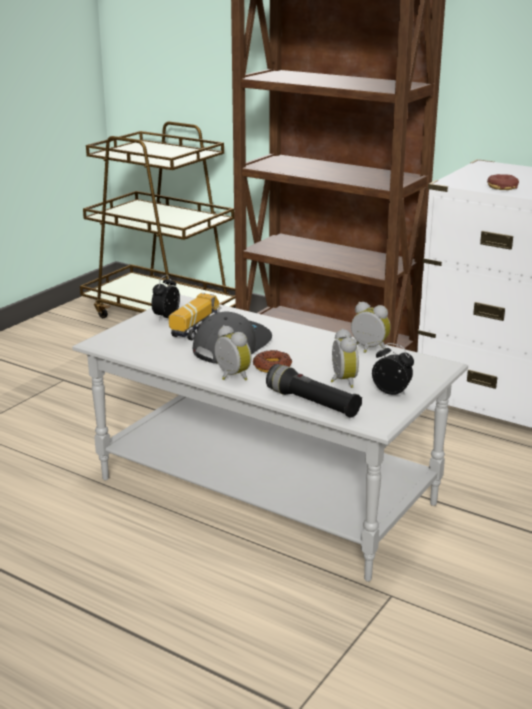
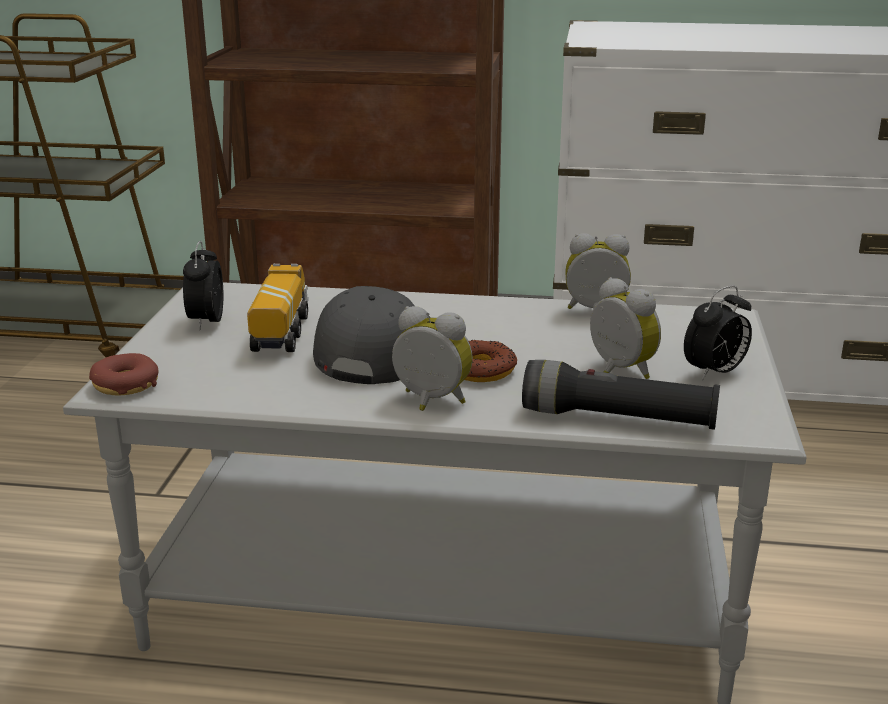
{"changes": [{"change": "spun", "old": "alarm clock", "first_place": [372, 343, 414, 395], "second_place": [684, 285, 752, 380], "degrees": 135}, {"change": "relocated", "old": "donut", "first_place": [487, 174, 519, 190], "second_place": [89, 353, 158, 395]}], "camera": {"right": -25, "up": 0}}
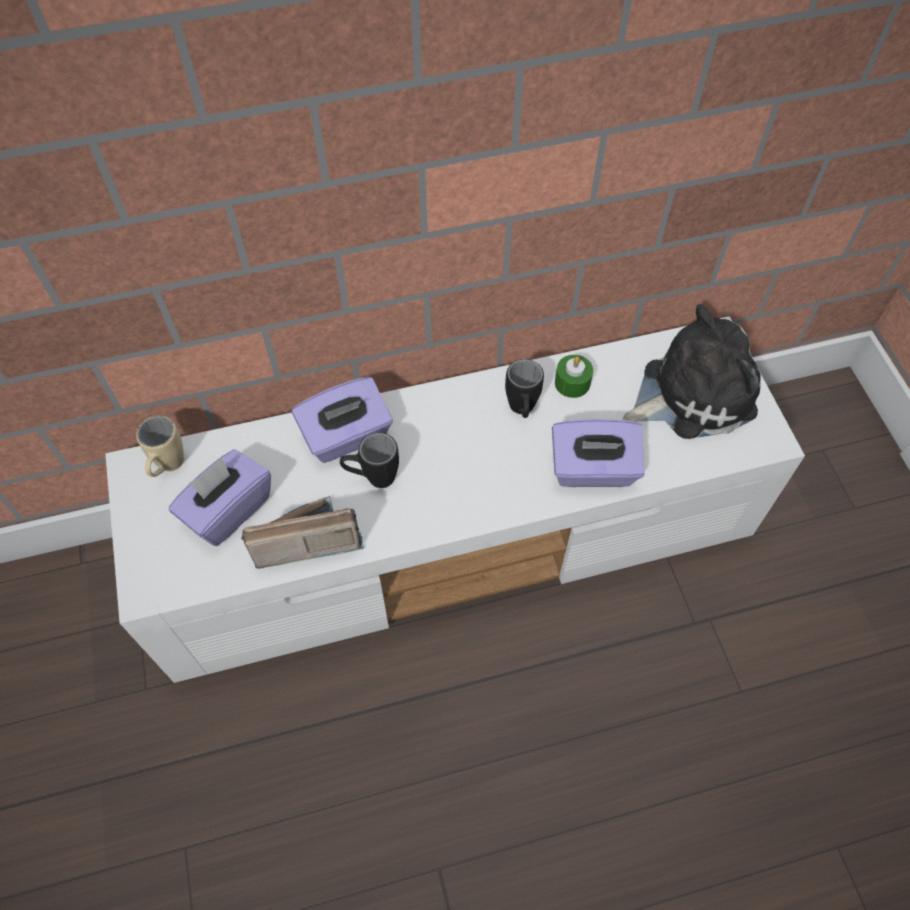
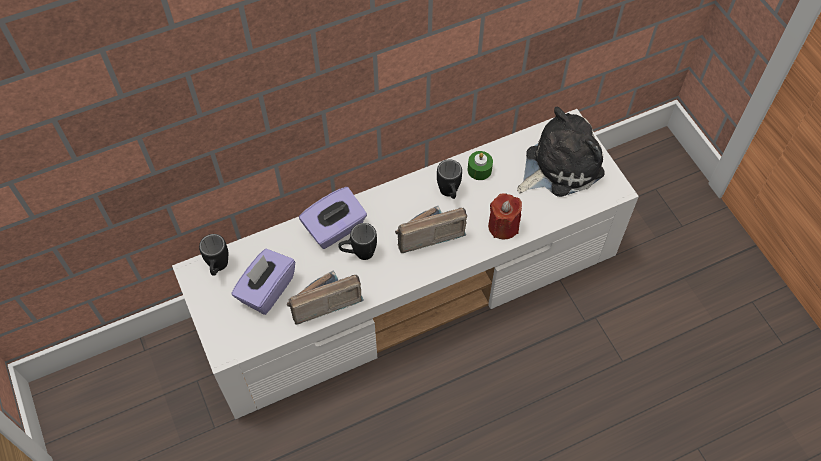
{"changes": [{"change": "colour", "old": "beige mug", "new": "black mug", "first_place": [136, 416, 184, 477], "second_place": [199, 234, 228, 276]}, {"change": "exchanged", "old": "purple tissue box", "new": "red candle", "first_place": [552, 419, 645, 487], "second_place": [488, 193, 522, 239]}, {"change": "appeared", "new": "radio", "second_place": [395, 206, 467, 253]}], "camera": {"right": -10, "up": 0}}
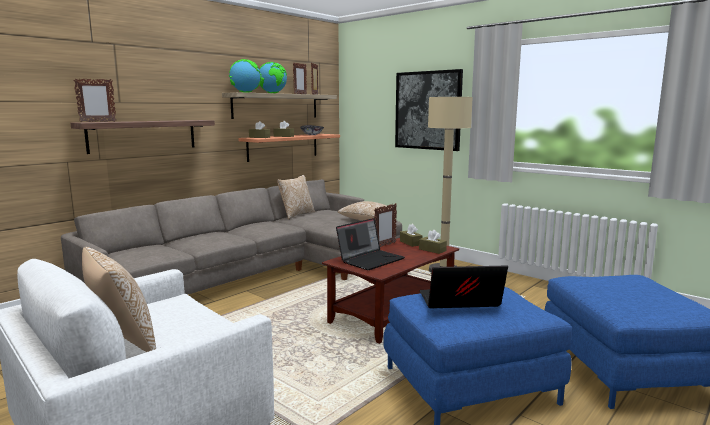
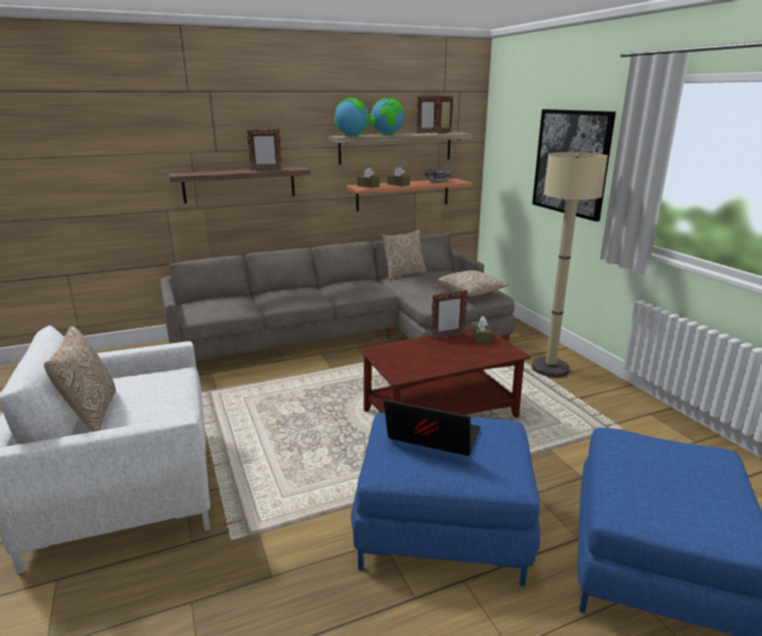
{"changes": [{"change": "relocated", "old": "picture frame", "first_place": [73, 78, 116, 122], "second_place": [246, 129, 282, 170]}, {"change": "missing", "old": "laptop", "first_place": [336, 218, 405, 270]}, {"change": "missing", "old": "brown tissue box", "first_place": [419, 230, 447, 254]}], "camera": {"right": 25, "up": 10}}
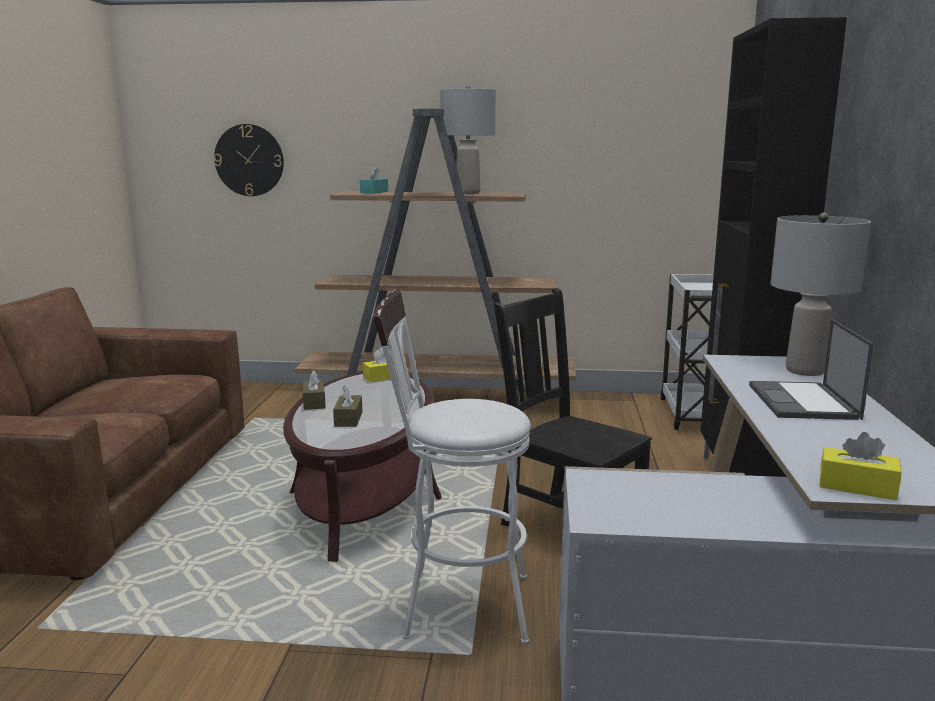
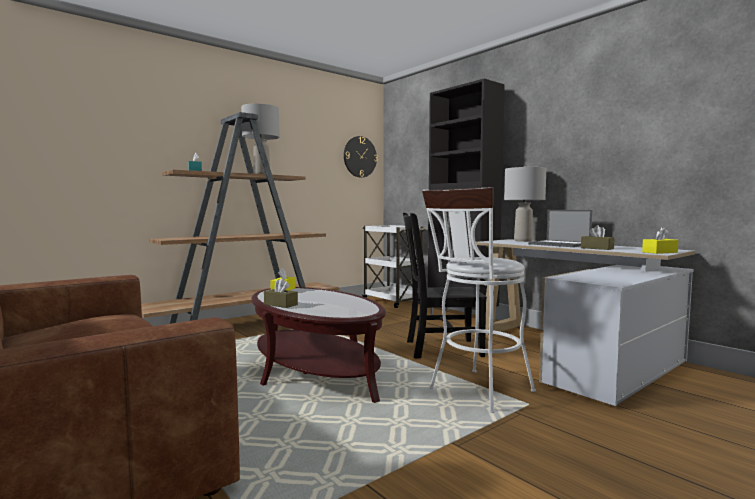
{"changes": [{"change": "relocated", "old": "wall clock", "first_place": [214, 124, 284, 196], "second_place": [344, 136, 378, 177]}, {"change": "relocated", "old": "brown tissue box", "first_place": [333, 385, 362, 427], "second_place": [581, 225, 615, 250]}], "camera": {"right": -45, "up": -10}}
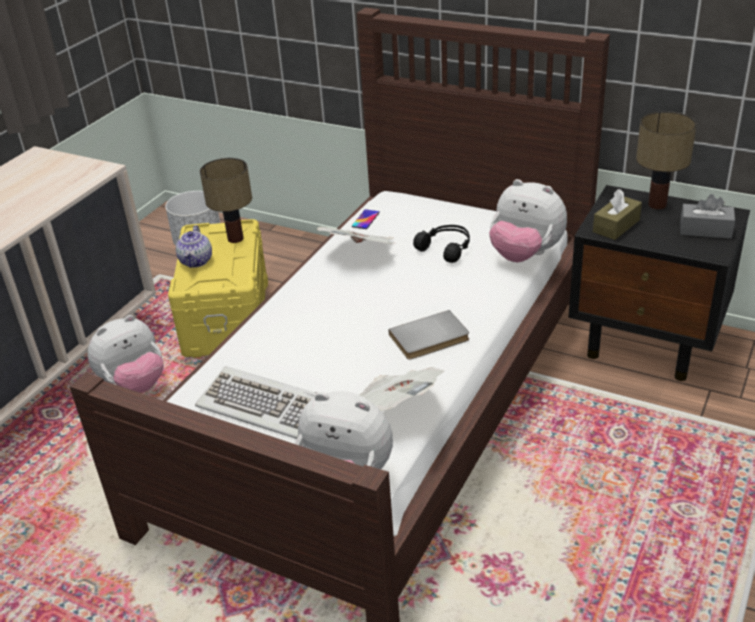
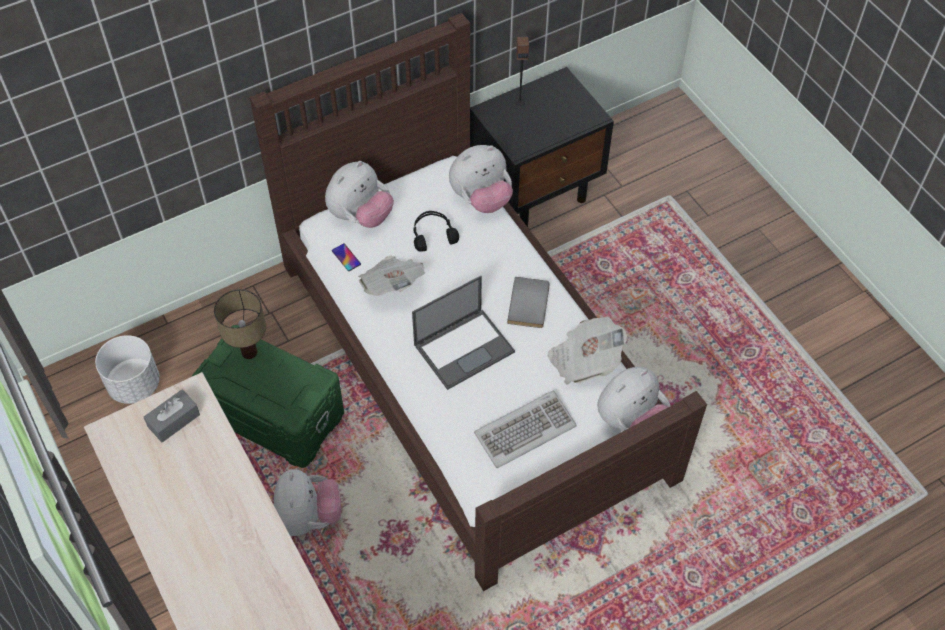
{"changes": [{"change": "colour", "old": "yellow storage box", "new": "green storage box", "first_place": [168, 219, 268, 358], "second_place": [191, 325, 344, 468]}, {"change": "missing", "old": "teapot", "first_place": [176, 225, 212, 268]}, {"change": "missing", "old": "brown tissue box", "first_place": [593, 189, 642, 240]}, {"change": "exchanged", "old": "table lamp", "new": "speaker", "first_place": [636, 111, 697, 209], "second_place": [515, 37, 529, 106]}, {"change": "relocated", "old": "grey tissue box", "first_place": [680, 194, 735, 239], "second_place": [143, 390, 200, 442]}, {"change": "appeared", "new": "plush toy", "second_place": [325, 161, 394, 228]}, {"change": "appeared", "new": "laptop", "second_place": [412, 276, 515, 390]}], "camera": {"right": -60, "up": 20}}
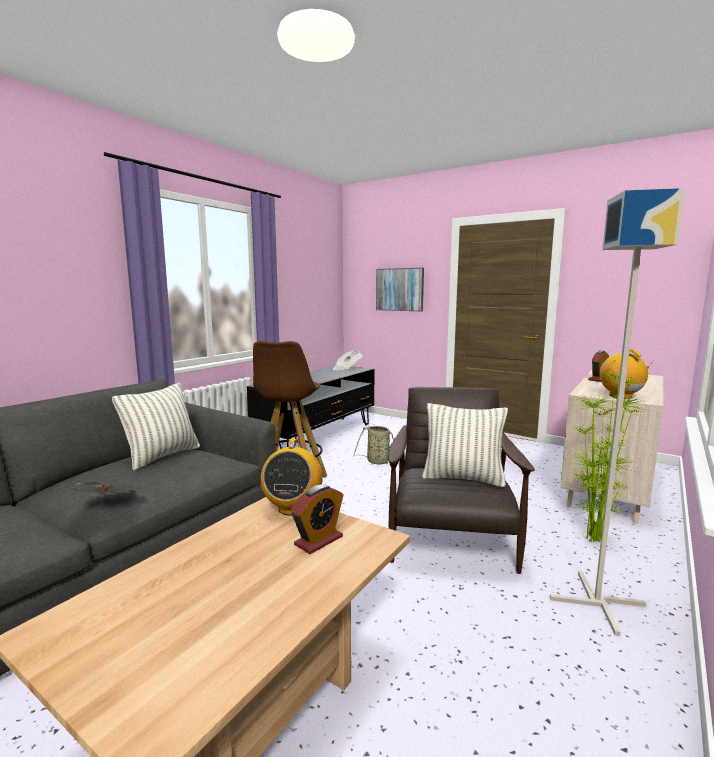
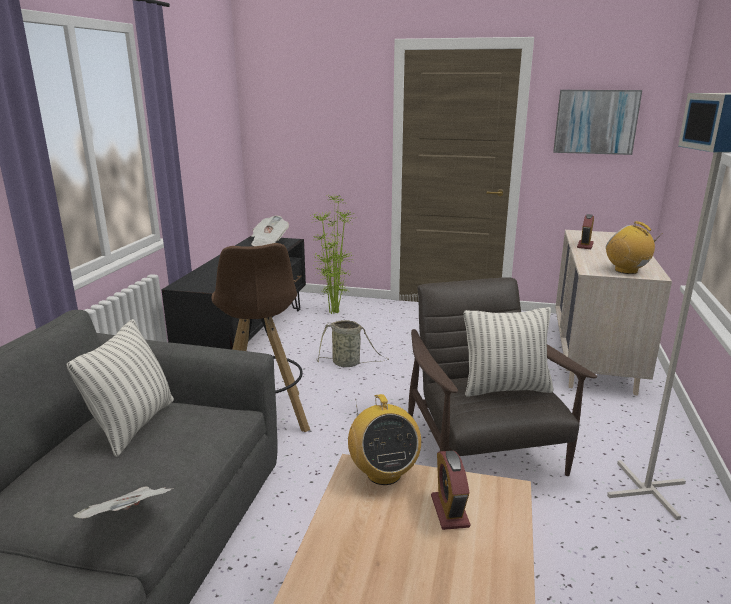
{"changes": [{"change": "spun", "old": "alarm clock", "first_place": [291, 485, 343, 554], "second_place": [431, 451, 470, 530], "degrees": 150}, {"change": "relocated", "old": "picture", "first_place": [376, 268, 424, 311], "second_place": [553, 90, 642, 155]}, {"change": "relocated", "old": "potted plant", "first_place": [570, 372, 647, 542], "second_place": [313, 194, 355, 314]}], "camera": {"right": -20, "up": 10}}
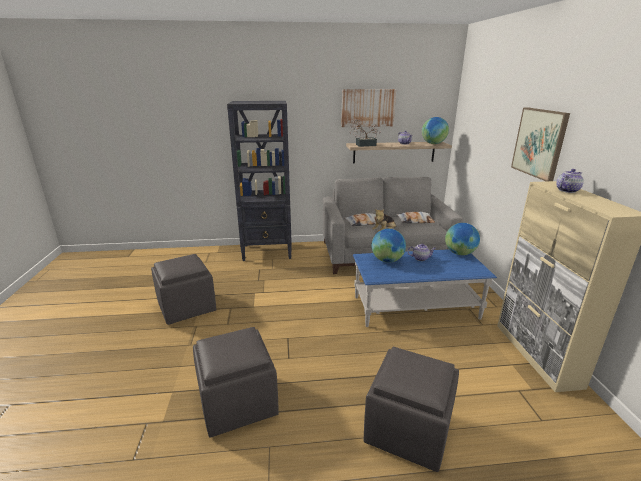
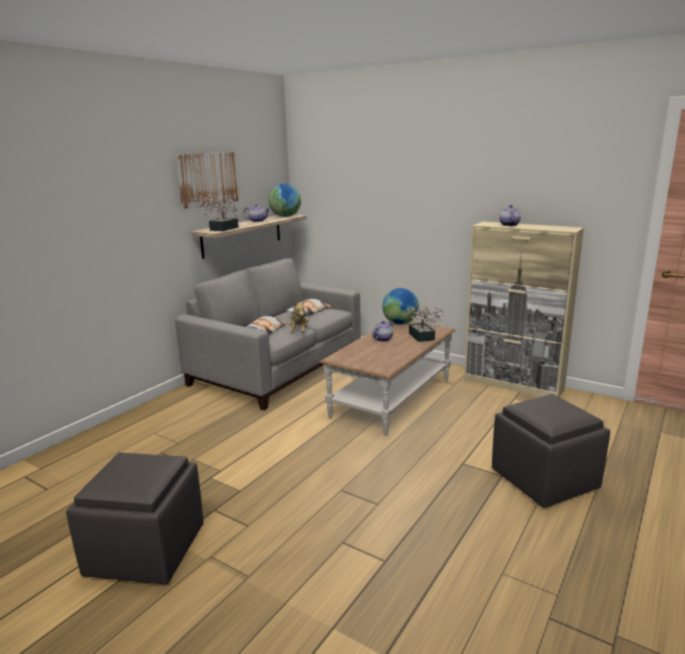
{"changes": [{"change": "missing", "old": "grey ottoman", "first_place": [193, 327, 279, 438]}, {"change": "missing", "old": "black bookcase", "first_place": [227, 101, 292, 261]}, {"change": "colour", "old": "blue coffee table", "new": "brown coffee table", "first_place": [353, 249, 497, 327], "second_place": [319, 321, 456, 436]}, {"change": "missing", "old": "globe", "first_place": [372, 229, 406, 263]}, {"change": "missing", "old": "picture", "first_place": [511, 107, 570, 181]}, {"change": "appeared", "new": "potted plant", "second_place": [405, 305, 444, 342]}], "camera": {"right": -50, "up": -5}}
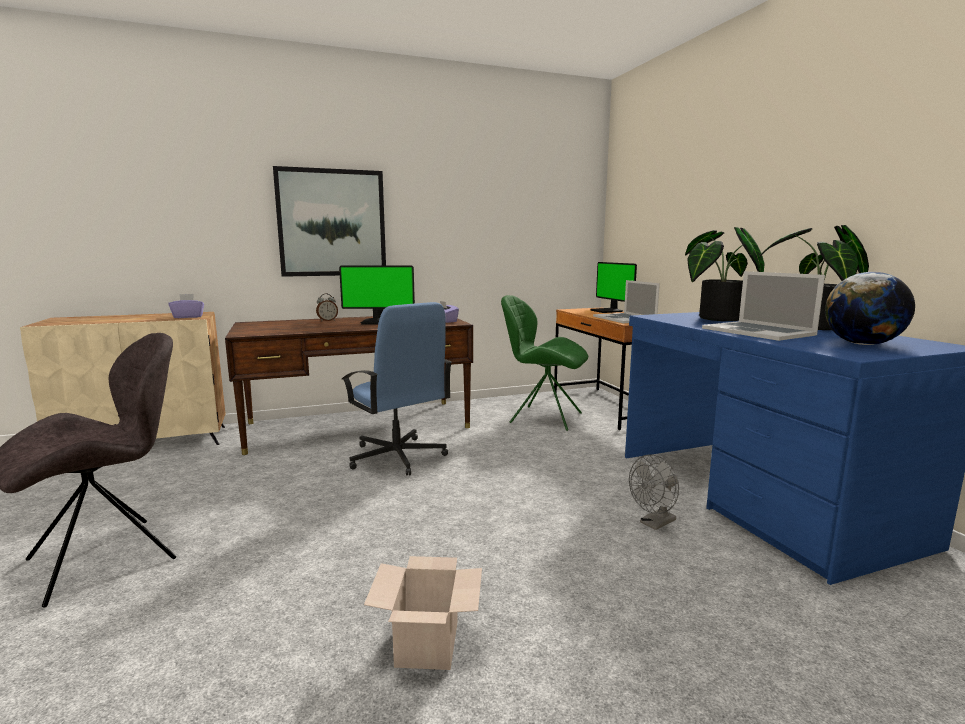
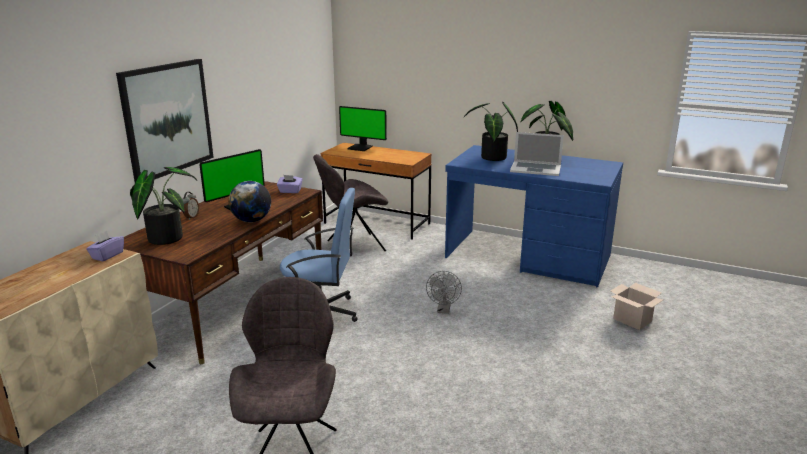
{"changes": [{"change": "relocated", "old": "cardboard box", "first_place": [364, 556, 482, 670], "second_place": [610, 283, 663, 330]}, {"change": "colour", "old": "green chair", "new": "grey chair", "first_place": [501, 295, 588, 431], "second_place": [313, 154, 388, 251]}, {"change": "missing", "old": "laptop", "first_place": [593, 280, 660, 323]}, {"change": "relocated", "old": "grey fan", "first_place": [629, 454, 679, 530], "second_place": [426, 271, 462, 314]}, {"change": "relocated", "old": "globe", "first_place": [825, 272, 915, 345], "second_place": [229, 181, 271, 222]}, {"change": "appeared", "new": "potted plant", "second_place": [130, 167, 197, 245]}], "camera": {"right": -45, "up": 10}}
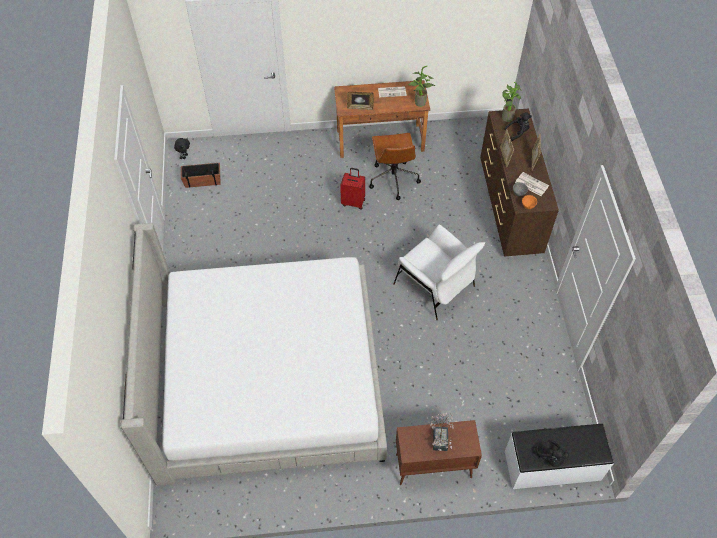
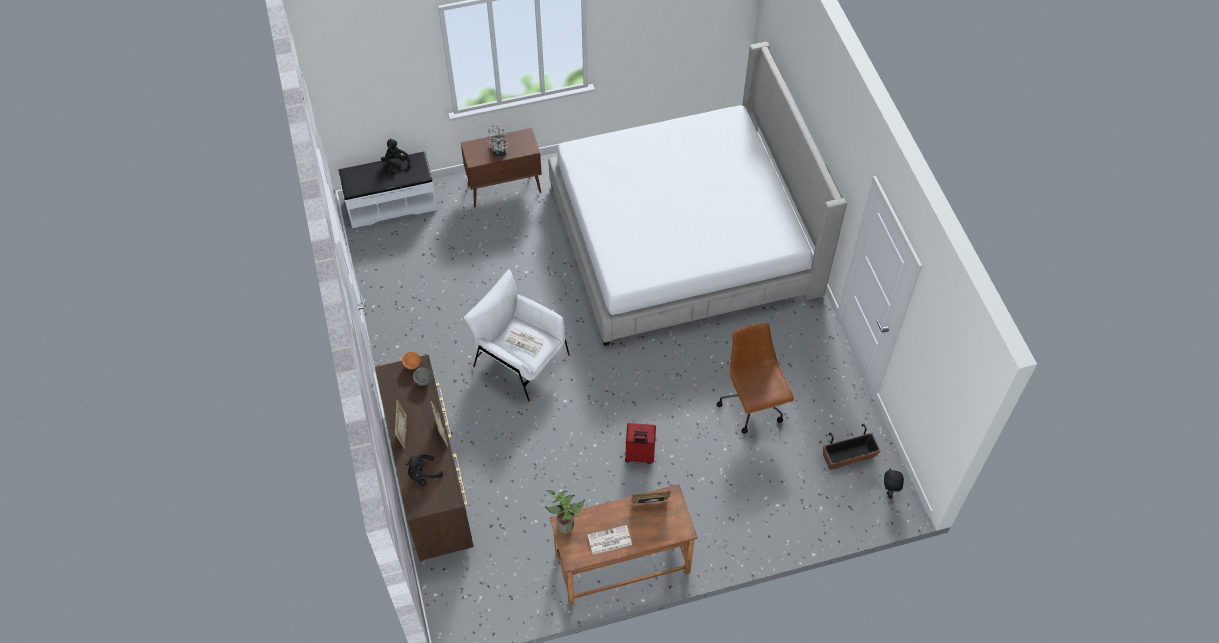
{"changes": [{"change": "relocated", "old": "brown office chair", "first_place": [369, 133, 421, 200], "second_place": [717, 323, 794, 434]}, {"change": "missing", "old": "potted plant", "first_place": [502, 82, 522, 122]}, {"change": "relocated", "old": "newspaper", "first_place": [515, 172, 549, 196], "second_place": [505, 328, 545, 354]}], "camera": {"right": 170, "up": 0}}
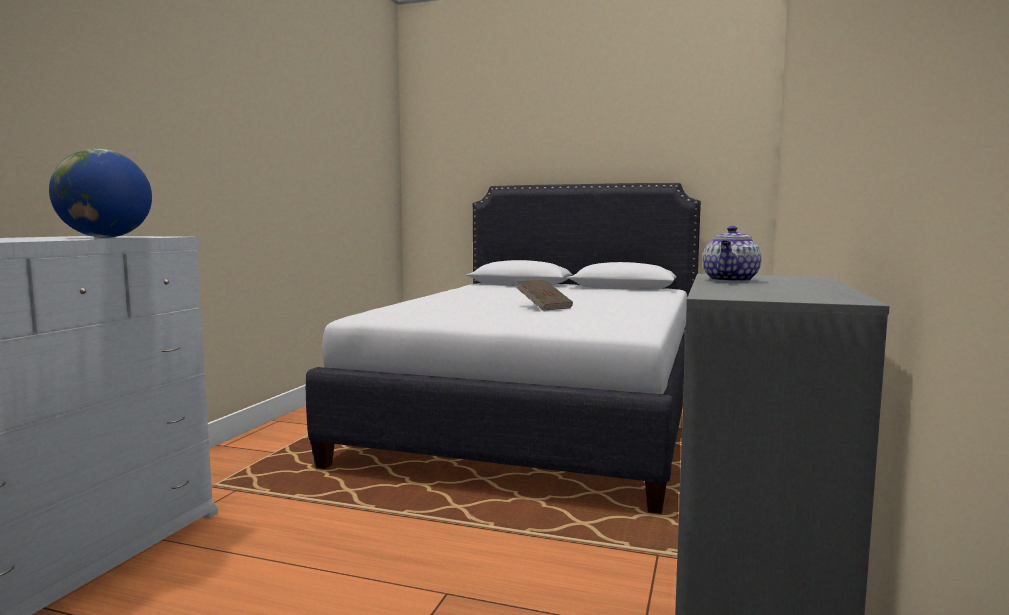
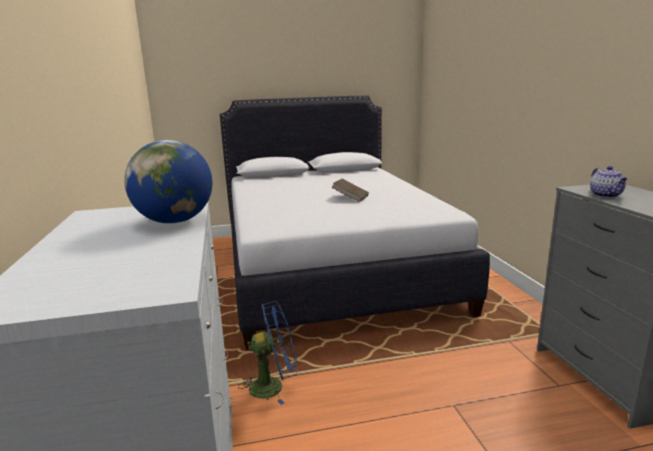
{"changes": [{"change": "appeared", "new": "blue fan", "second_place": [238, 301, 298, 405]}], "camera": {"right": -30, "up": 10}}
